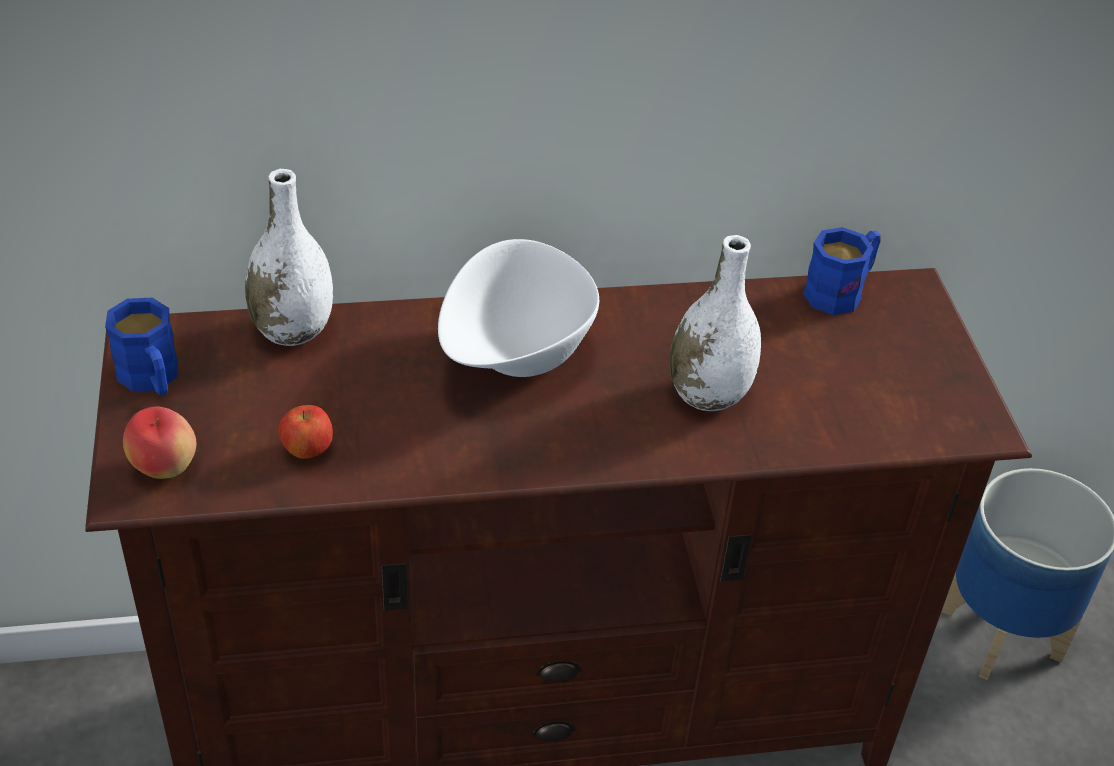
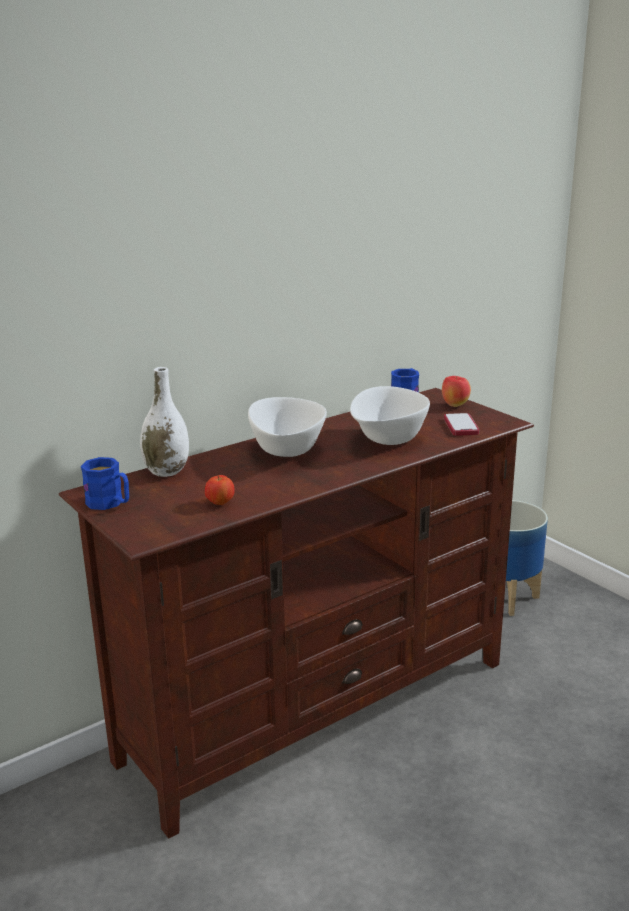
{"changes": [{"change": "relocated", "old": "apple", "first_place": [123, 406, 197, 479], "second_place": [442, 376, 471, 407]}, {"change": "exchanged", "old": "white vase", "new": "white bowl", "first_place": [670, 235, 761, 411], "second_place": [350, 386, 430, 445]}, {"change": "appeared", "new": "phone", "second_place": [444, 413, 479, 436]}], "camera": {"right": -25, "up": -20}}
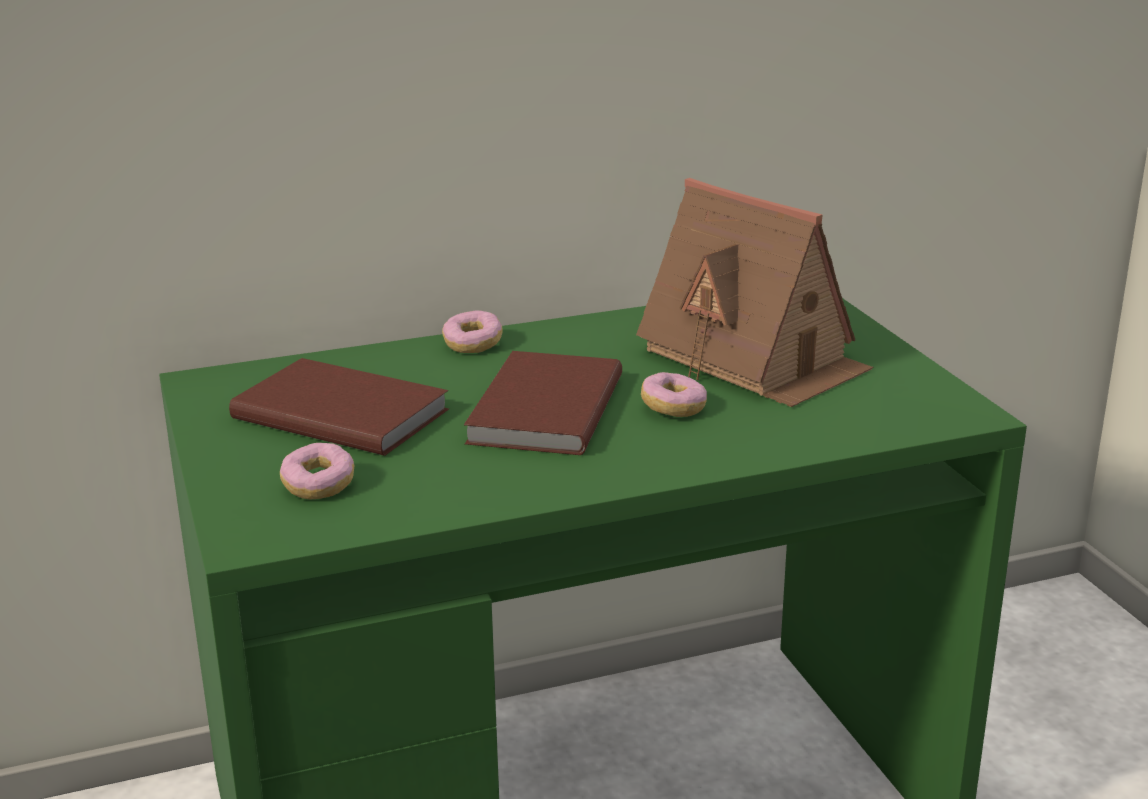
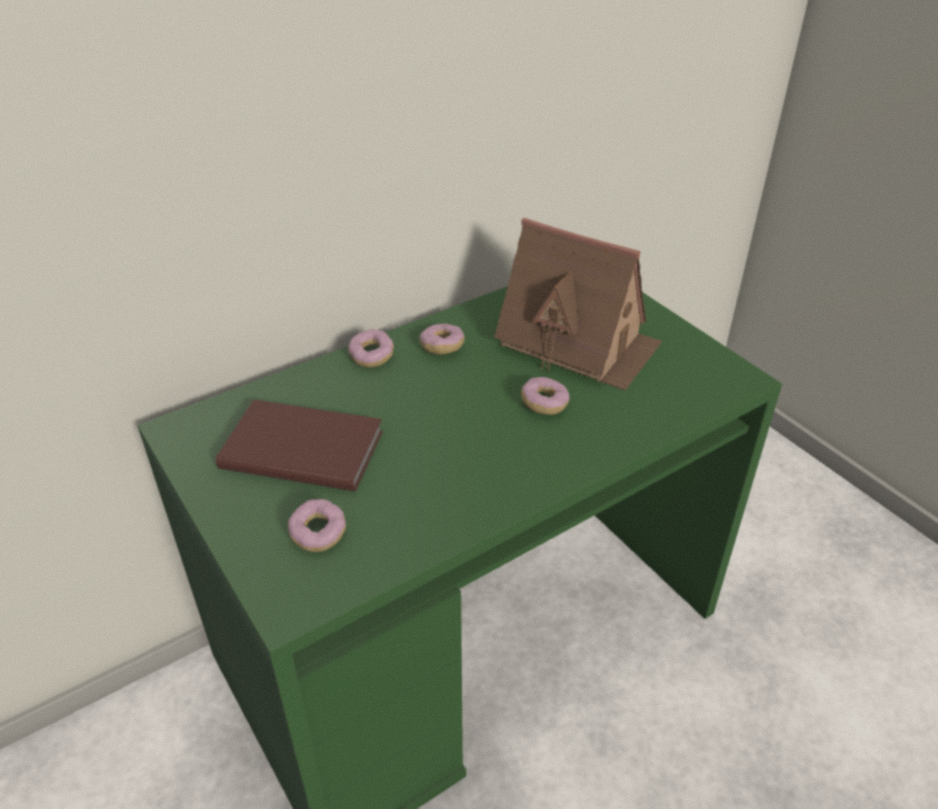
{"changes": [{"change": "missing", "old": "brown book", "first_place": [464, 351, 622, 455]}, {"change": "appeared", "new": "donut", "second_place": [420, 324, 465, 354]}], "camera": {"right": -15, "up": 15}}
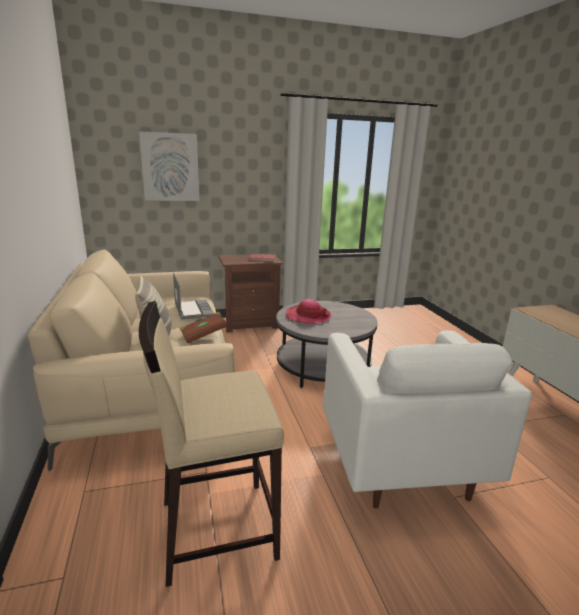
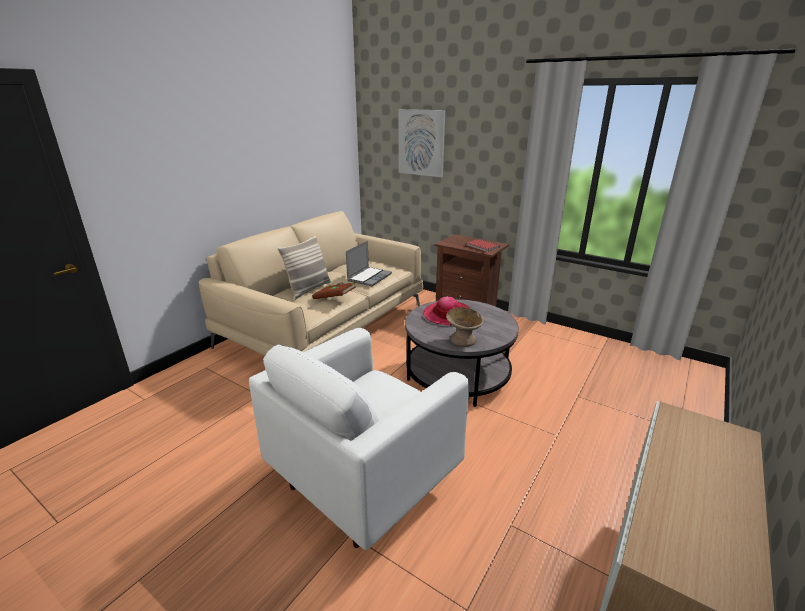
{"changes": [{"change": "missing", "old": "beige stool", "first_place": [139, 301, 284, 587]}, {"change": "appeared", "new": "beige bowl", "second_place": [446, 307, 484, 346]}], "camera": {"right": 50, "up": 5}}
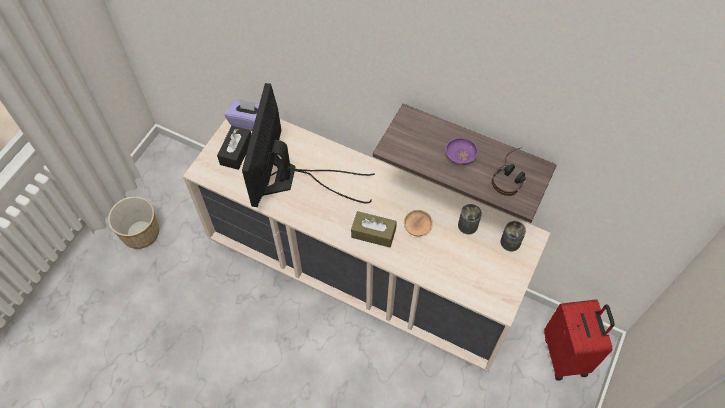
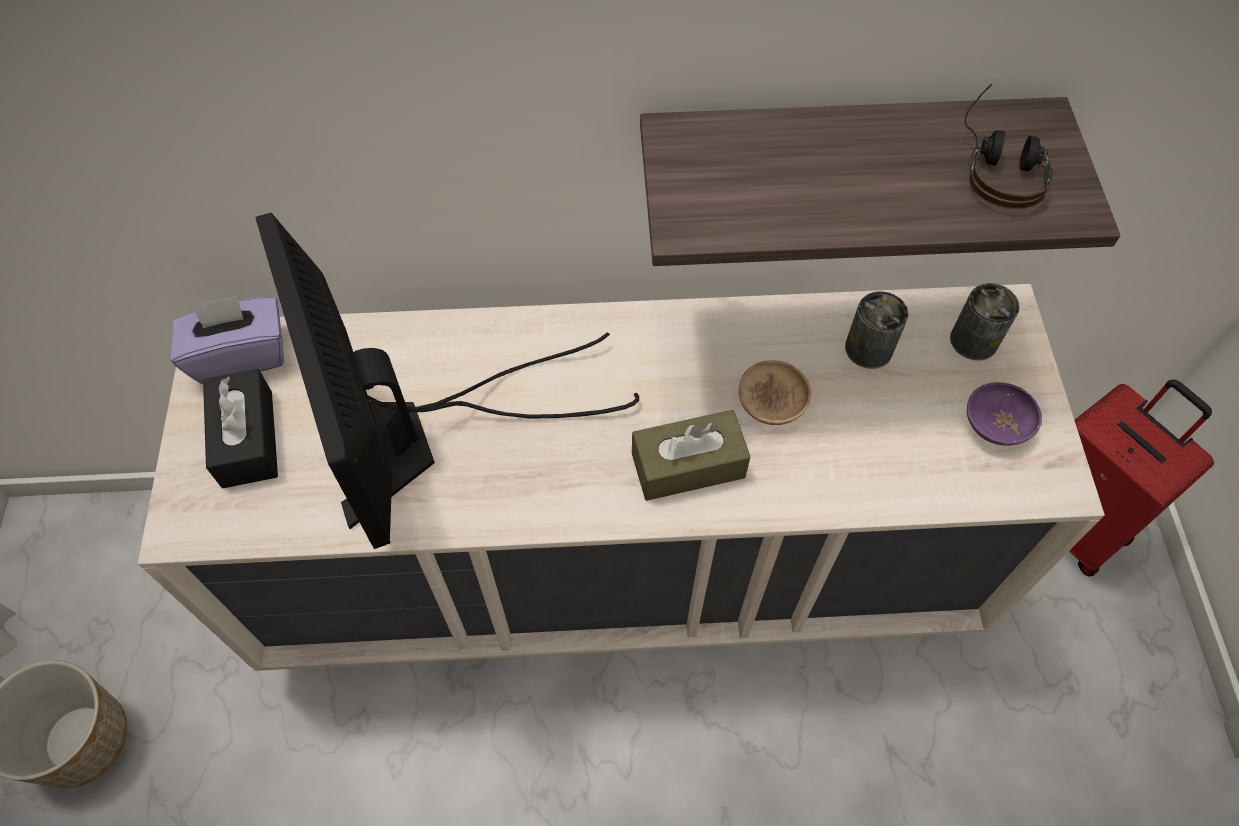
{"changes": [{"change": "relocated", "old": "purple bowl", "first_place": [445, 138, 478, 165], "second_place": [967, 382, 1042, 446]}], "camera": {"right": -30, "up": 0}}
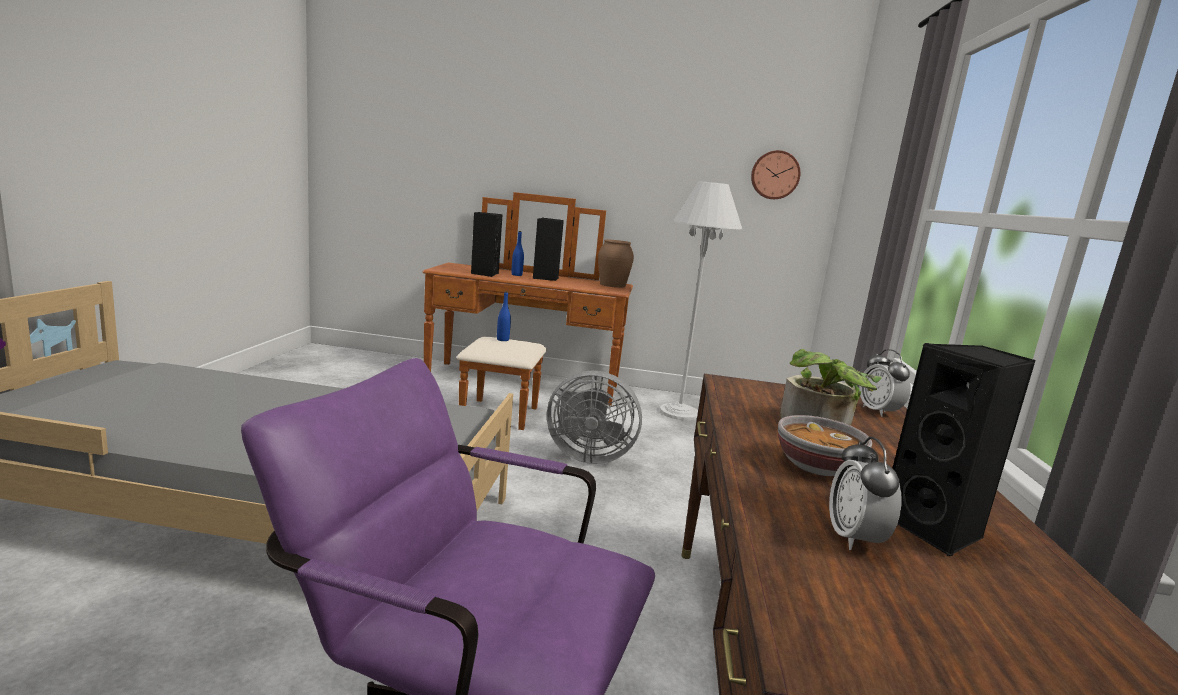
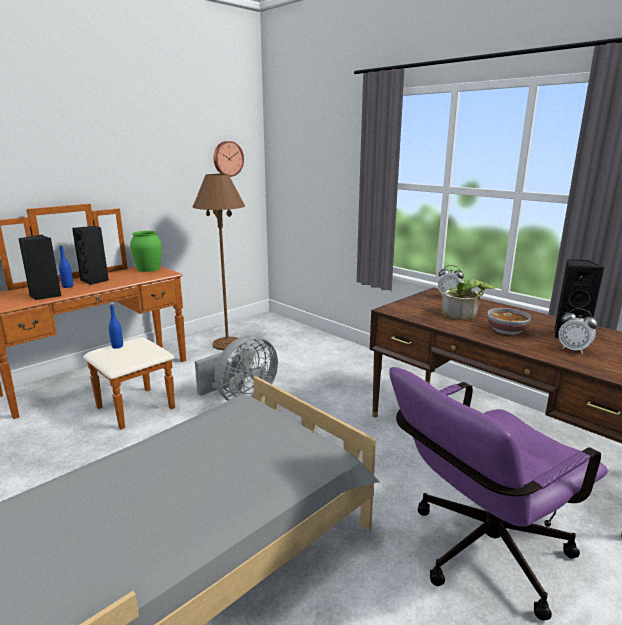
{"changes": [{"change": "colour", "old": "brown vase", "new": "green vase", "first_place": [598, 240, 634, 288], "second_place": [130, 231, 162, 272]}, {"change": "colour", "old": "white floor lamp", "new": "brown floor lamp", "first_place": [660, 181, 742, 420], "second_place": [193, 174, 245, 350]}], "camera": {"right": -50, "up": 5}}
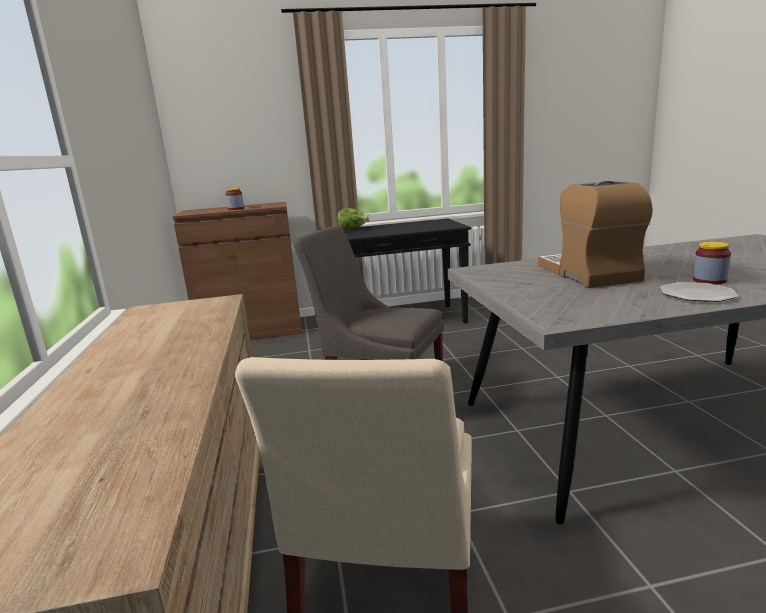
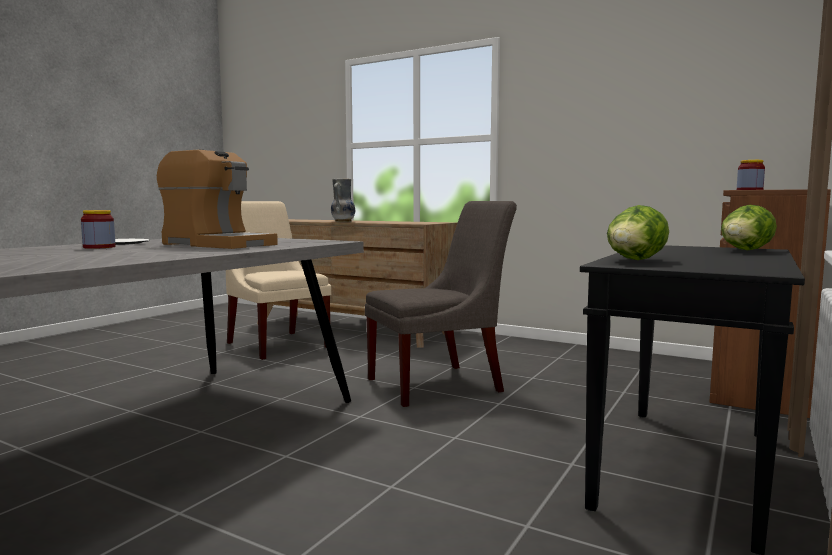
{"changes": [{"change": "appeared", "new": "vase", "second_place": [331, 179, 355, 222]}, {"change": "appeared", "new": "lettuce", "second_place": [607, 205, 669, 260]}], "camera": {"right": 130, "up": -10}}
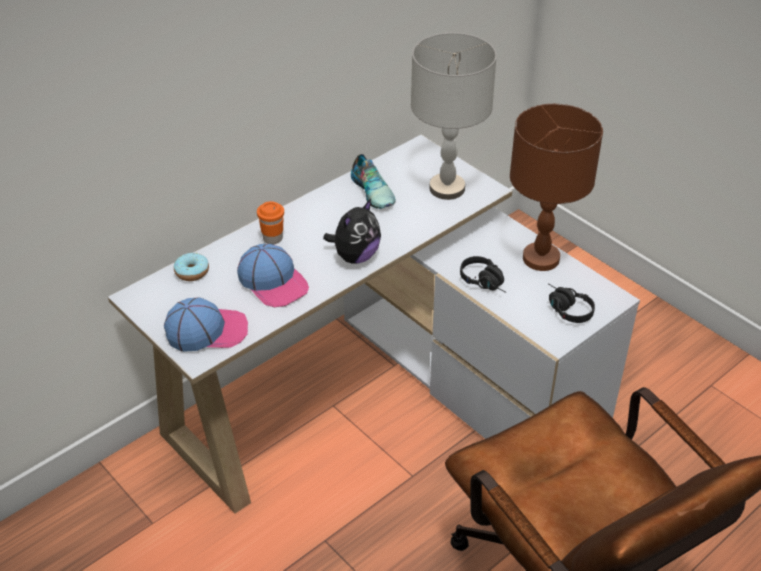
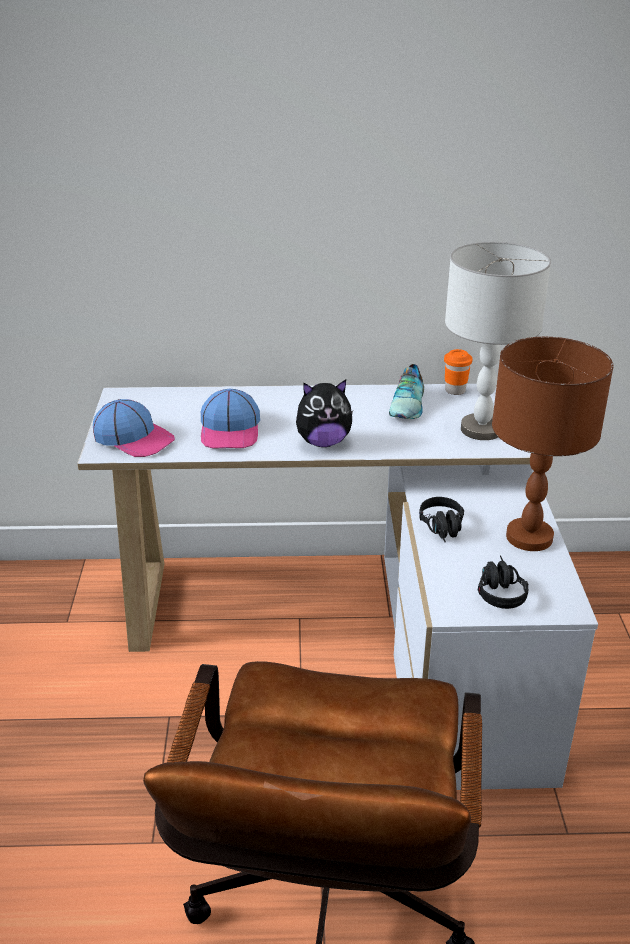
{"changes": [{"change": "missing", "old": "donut", "first_place": [174, 253, 209, 281]}, {"change": "relocated", "old": "orange cup", "first_place": [257, 201, 284, 244], "second_place": [444, 349, 473, 395]}], "camera": {"right": 40, "up": -10}}
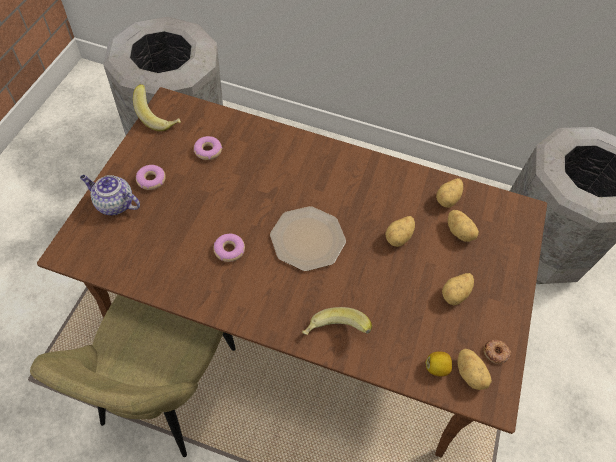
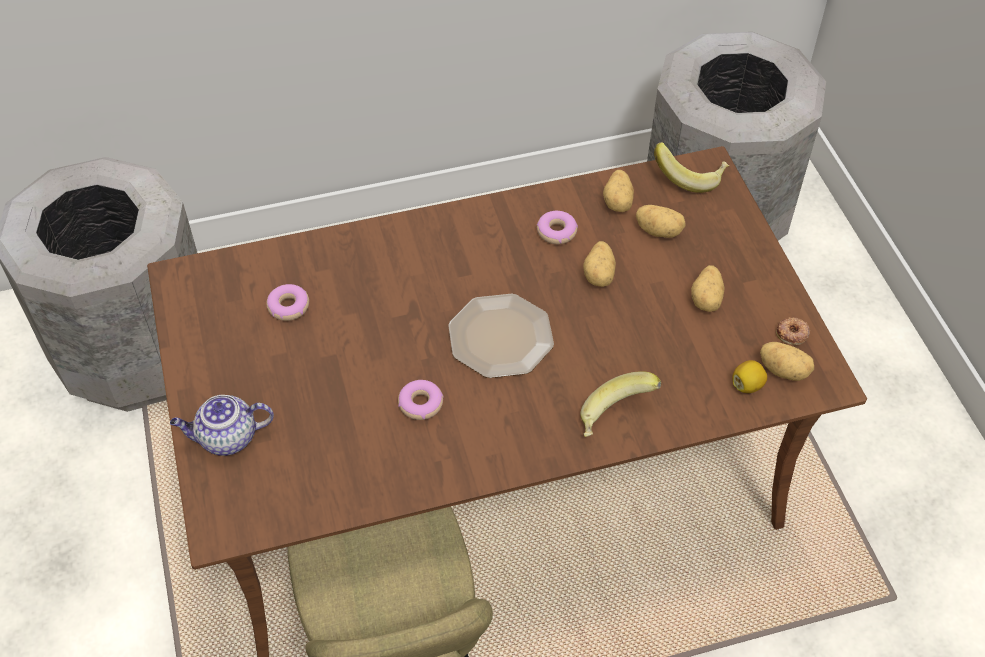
{"changes": [{"change": "relocated", "old": "banana", "first_place": [133, 84, 181, 131], "second_place": [654, 142, 729, 193]}, {"change": "relocated", "old": "donut", "first_place": [136, 165, 166, 190], "second_place": [537, 211, 578, 244]}], "camera": {"right": -30, "up": -5}}
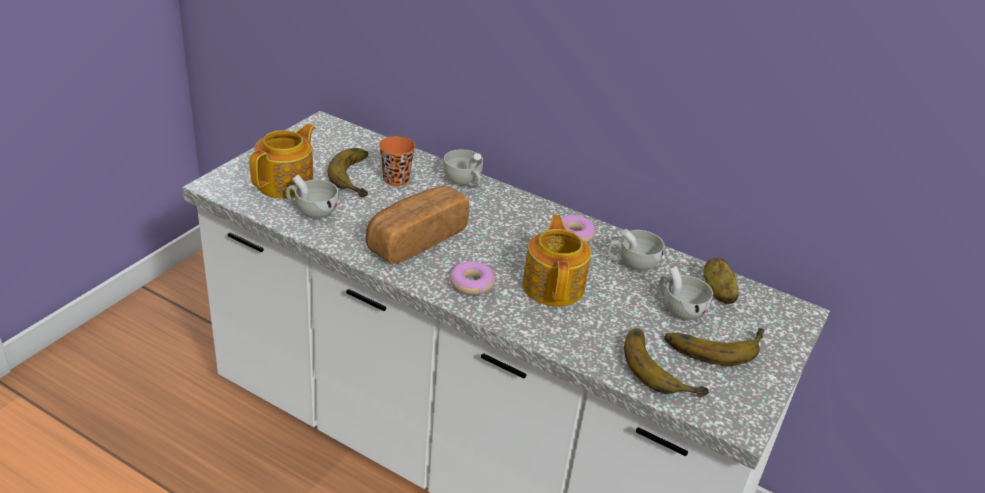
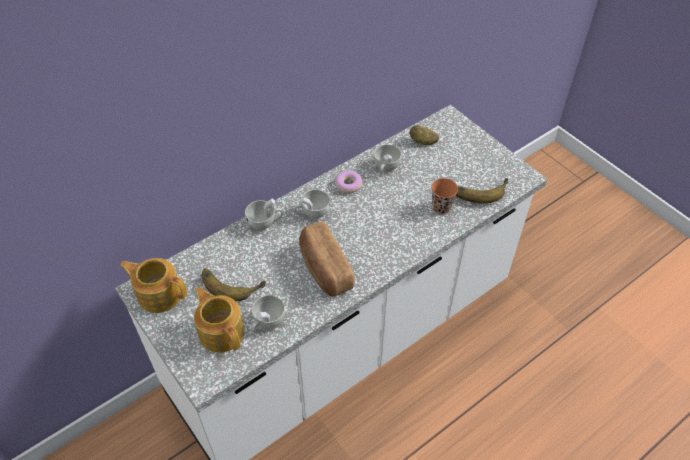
{"changes": [{"change": "relocated", "old": "orange cup", "first_place": [379, 136, 415, 186], "second_place": [431, 178, 458, 214]}, {"change": "missing", "old": "donut", "first_place": [450, 261, 495, 295]}, {"change": "relocated", "old": "teapot", "first_place": [522, 215, 591, 307], "second_place": [119, 258, 187, 313]}, {"change": "relocated", "old": "white cup", "first_place": [659, 267, 713, 320], "second_place": [294, 189, 330, 218]}, {"change": "missing", "old": "banana", "first_place": [664, 328, 765, 366]}], "camera": {"right": -65, "up": 15}}
